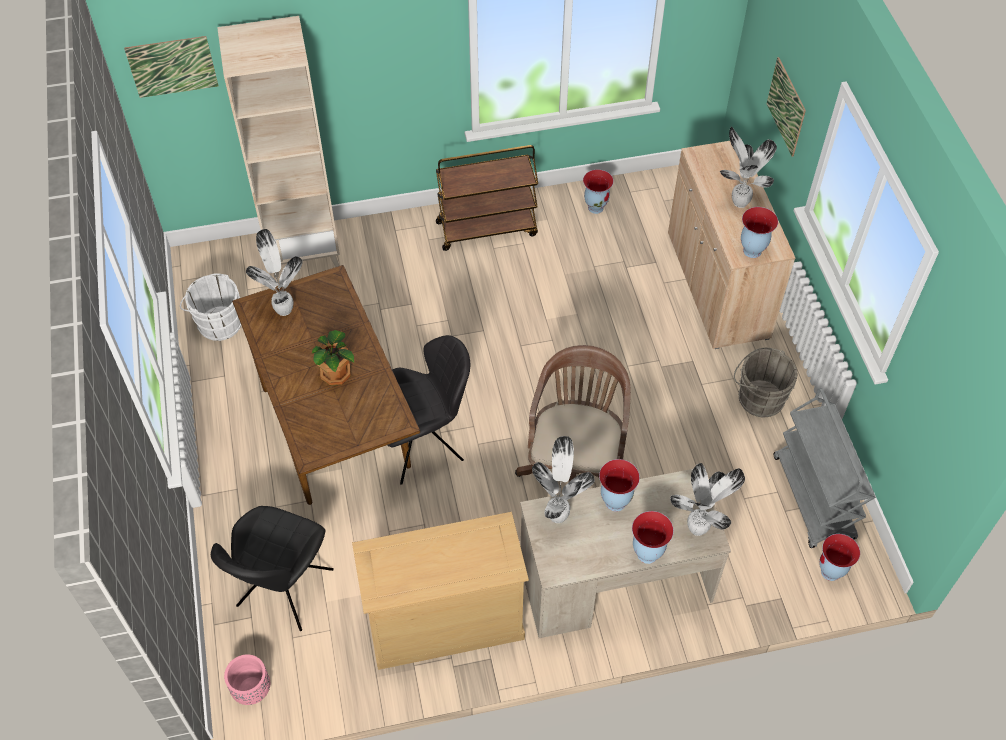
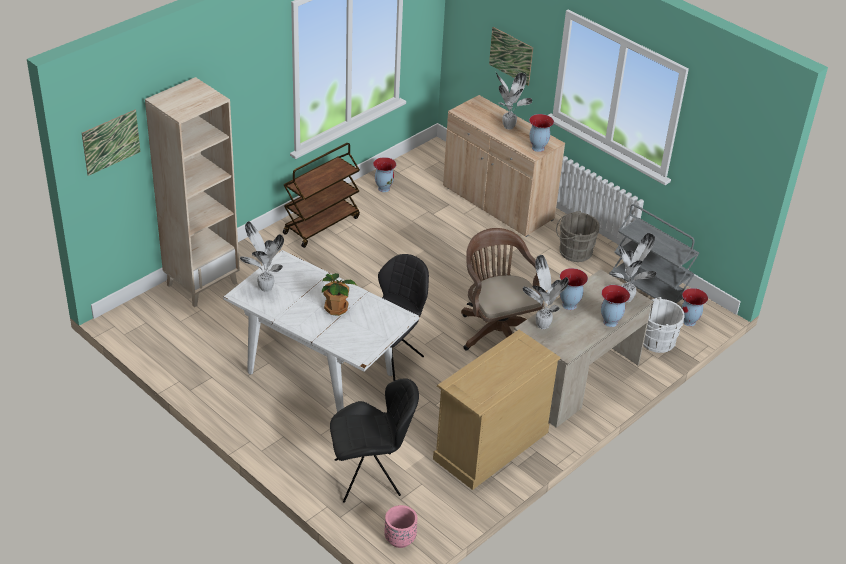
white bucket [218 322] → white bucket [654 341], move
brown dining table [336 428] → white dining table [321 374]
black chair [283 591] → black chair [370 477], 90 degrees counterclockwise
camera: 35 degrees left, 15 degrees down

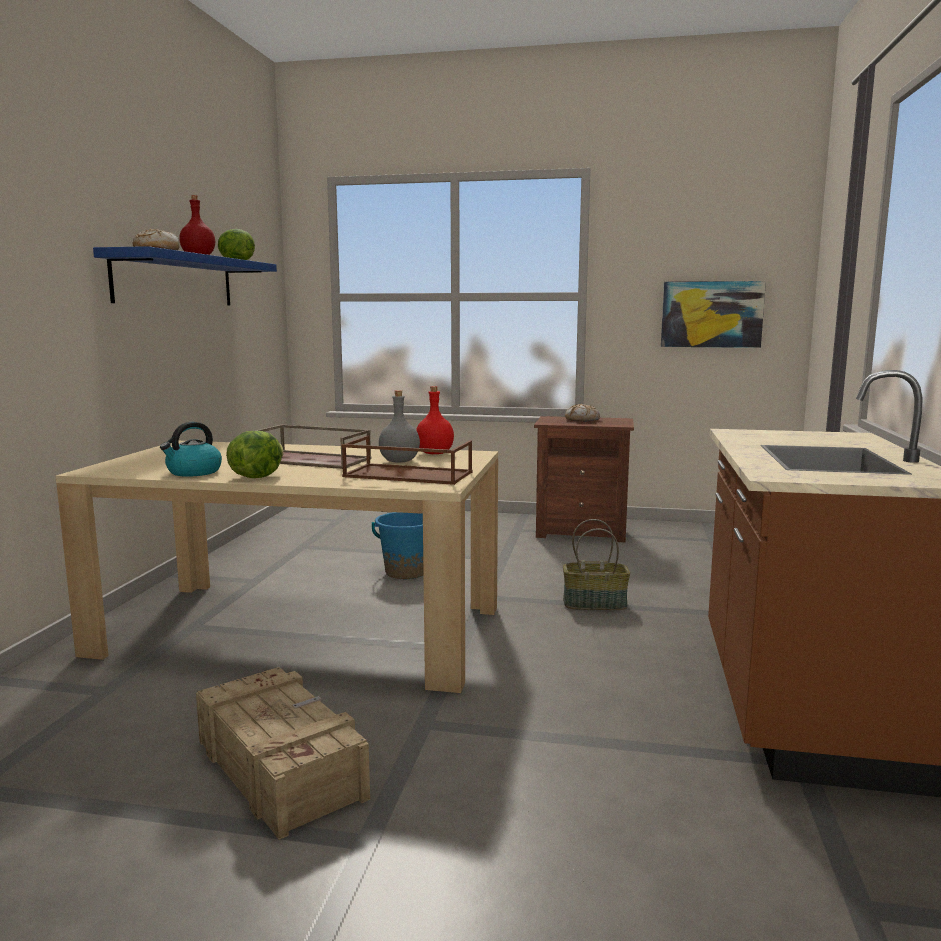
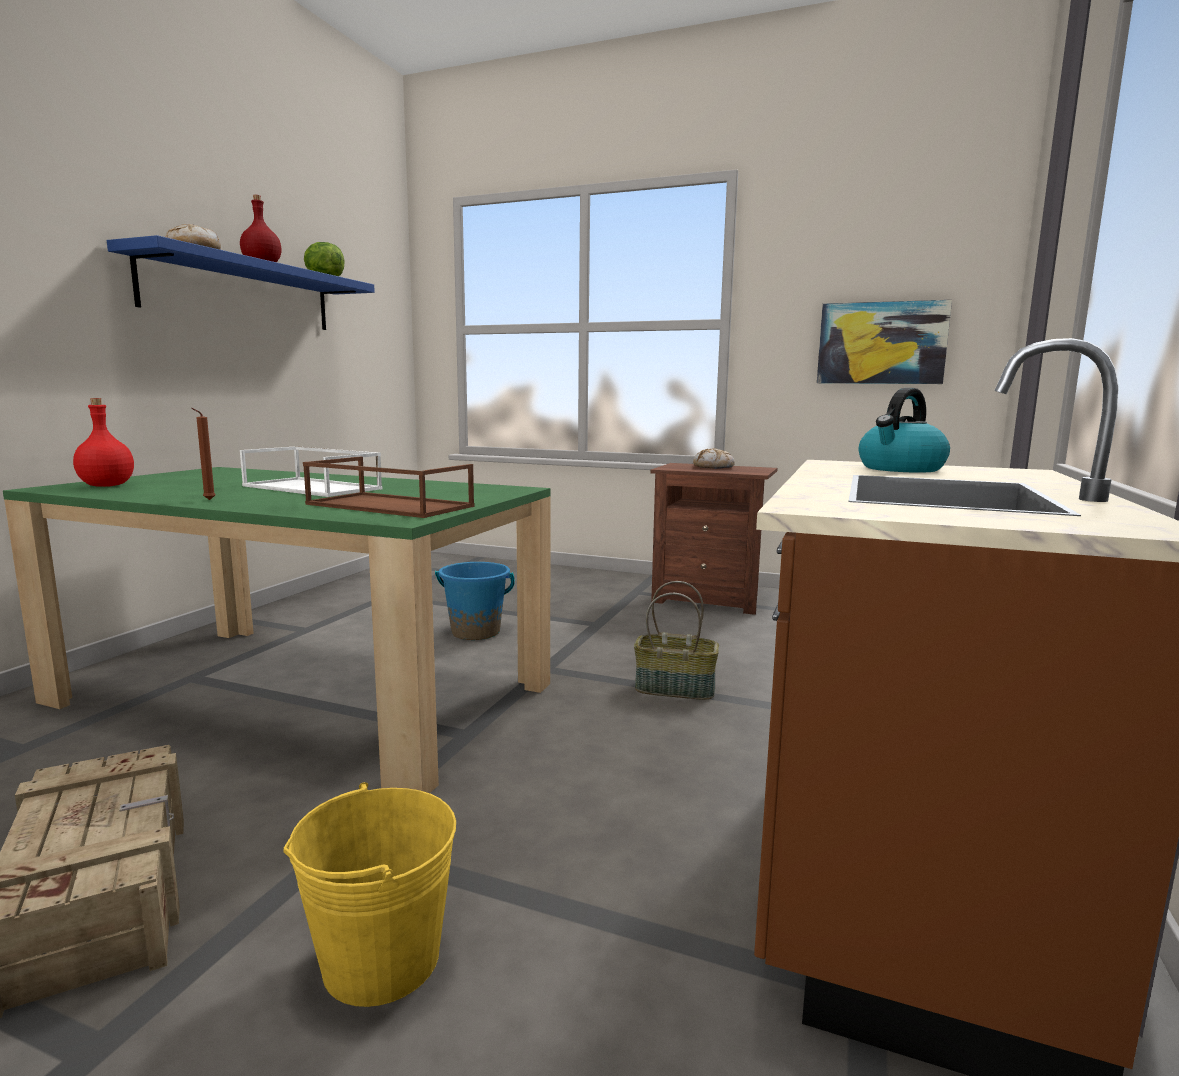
grey bottle [400 461] → -
- → yellow bucket [381 959]
kettle [193 472] → kettle [900 469], move
red bottle [434 453] → red bottle [106 486], move
lettuce [256 477] → brown candle [207 500]
beige dining table [302 630] → green dining table [304 692]
brown tray [313 460] → white tray [314 487]
camera: 10 degrees right, 0 degrees up

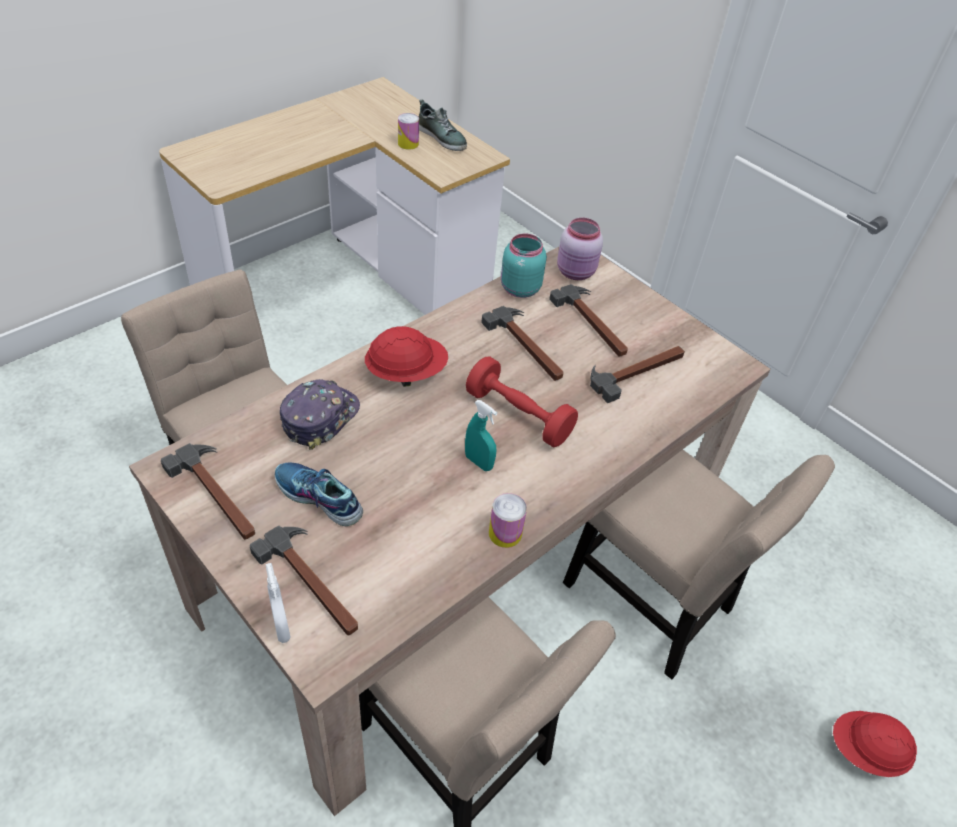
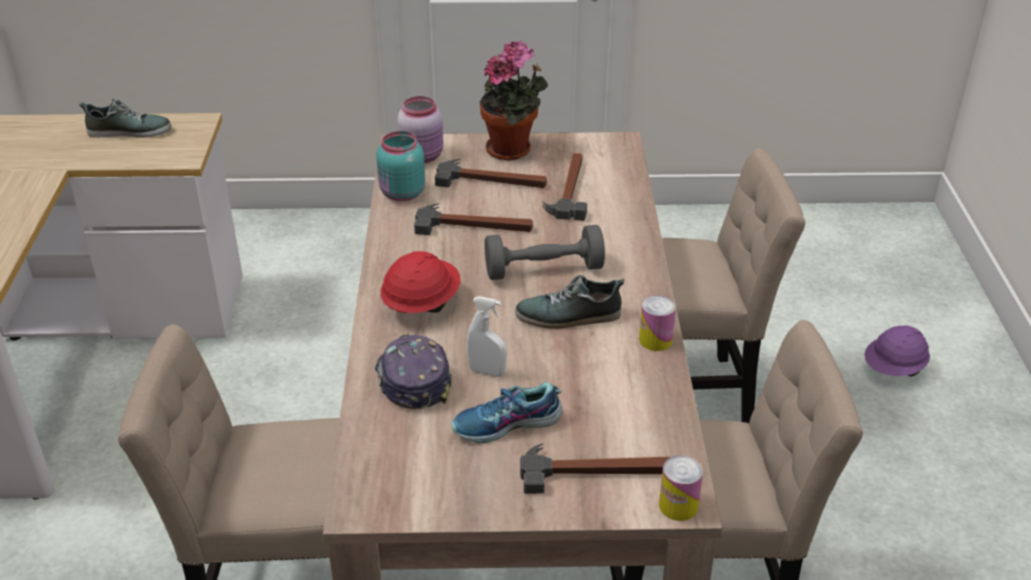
hammer [217 494] → -
- → potted plant [512 150]
white spray bottle [281 627] → white spray bottle [487 372], move
can [408 144] → can [678 506], move
turquoise spray bottle [478 462] → shoe [569 316]
red dumbbell [518 415] → grey dumbbell [543 270]
red hard hat [865 751] → purple hard hat [893 369]
camera: 45 degrees left, 10 degrees down

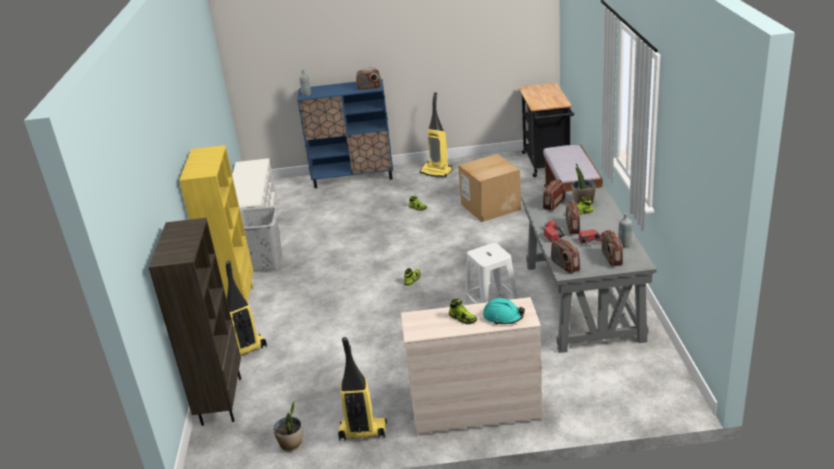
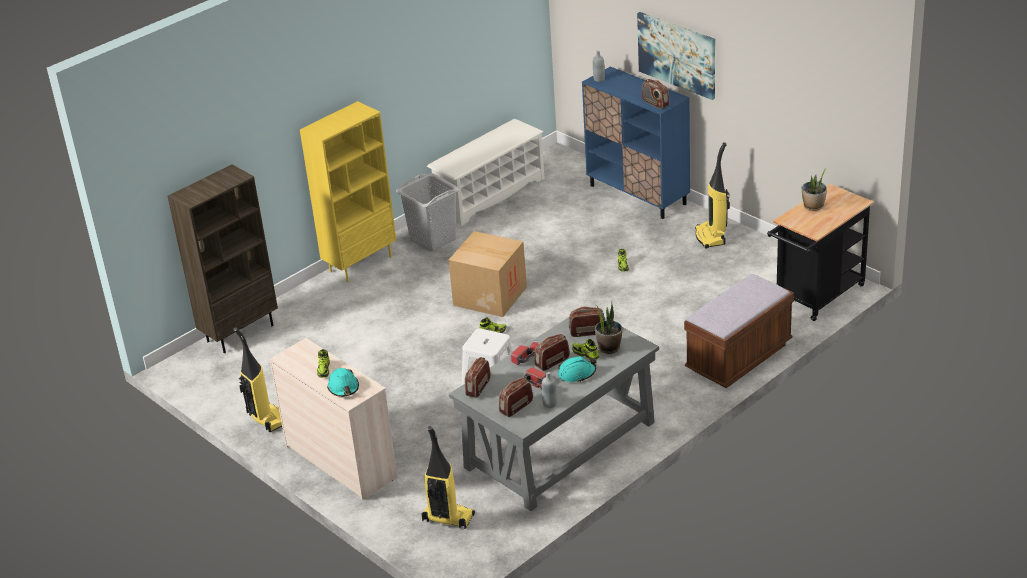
- → turquoise hard hat [577 374]
- → picture [677 54]
vacuum cleaner [245 350] → vacuum cleaner [447 518], move
potted plant [291 444] → potted plant [813 206], move
cardboard box [490 207] → cardboard box [490 296], move
camera: 50 degrees right, 5 degrees up

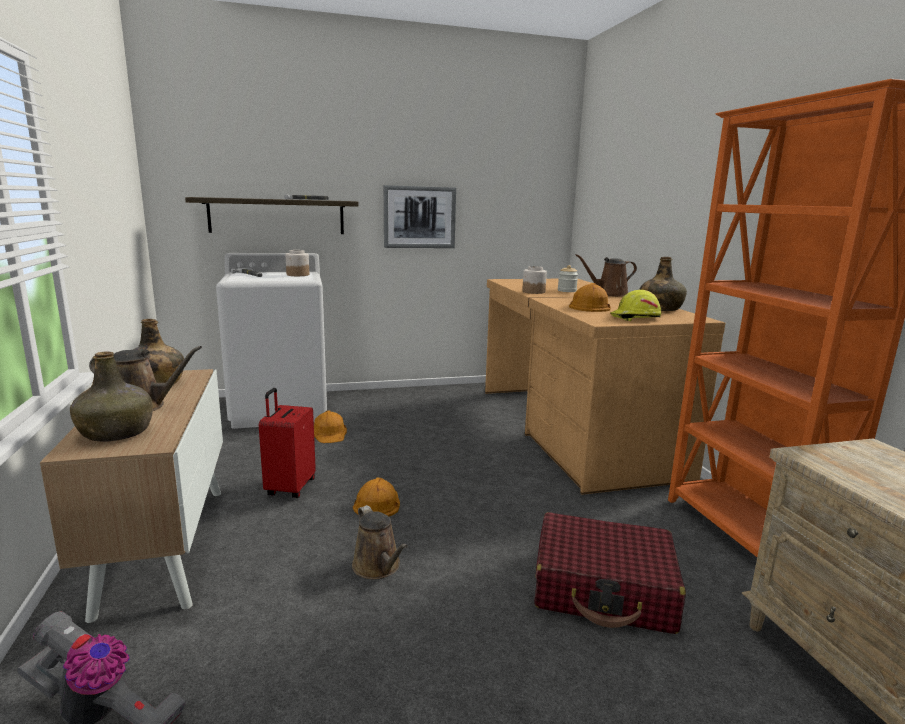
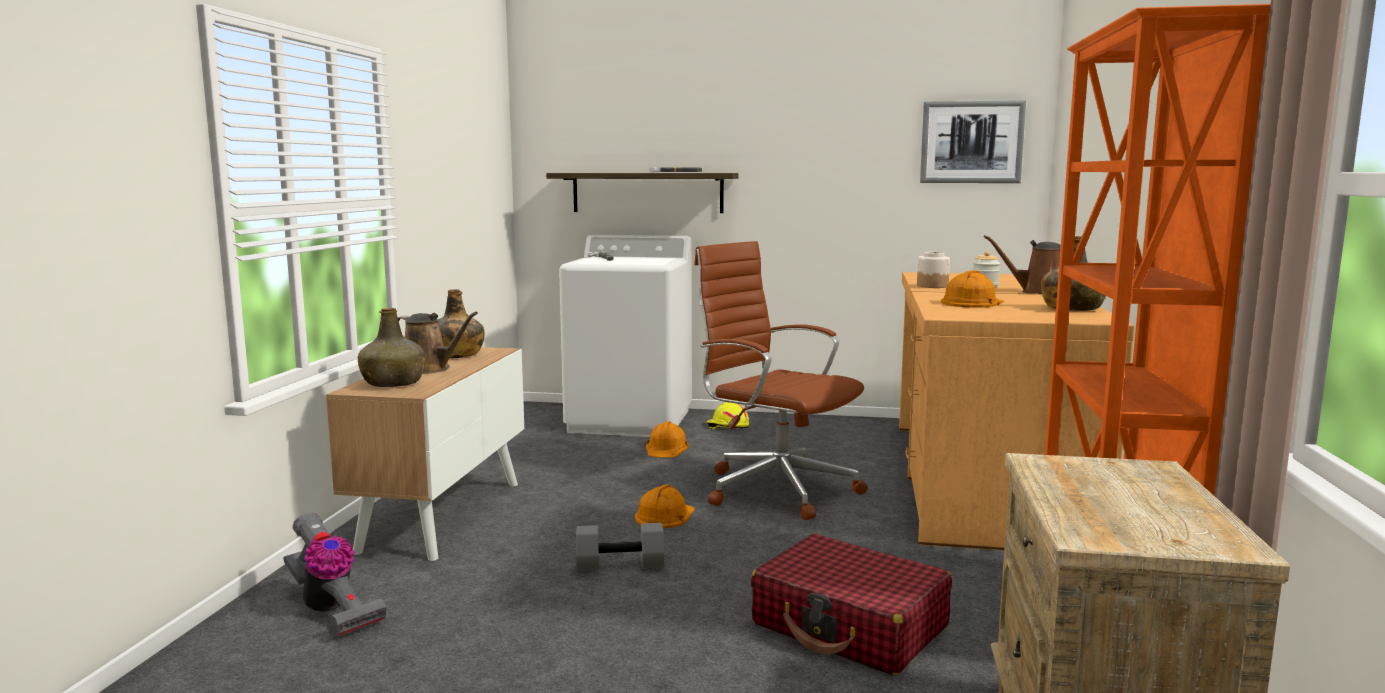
red suitcase [289 488] → -
jar [297 275] → -
- → brown office chair [776 489]
picture [419 217] → picture [971 142], move
yellow hard hat [635 318] → yellow hard hat [727 427], move
brown watering can [378 567] → grey dumbbell [621 564]
camera: 25 degrees right, 5 degrees down

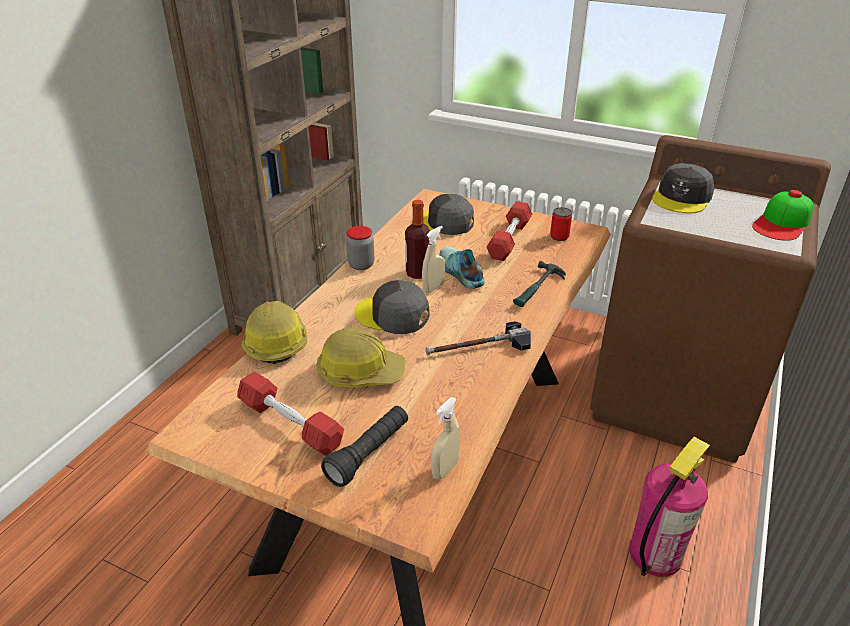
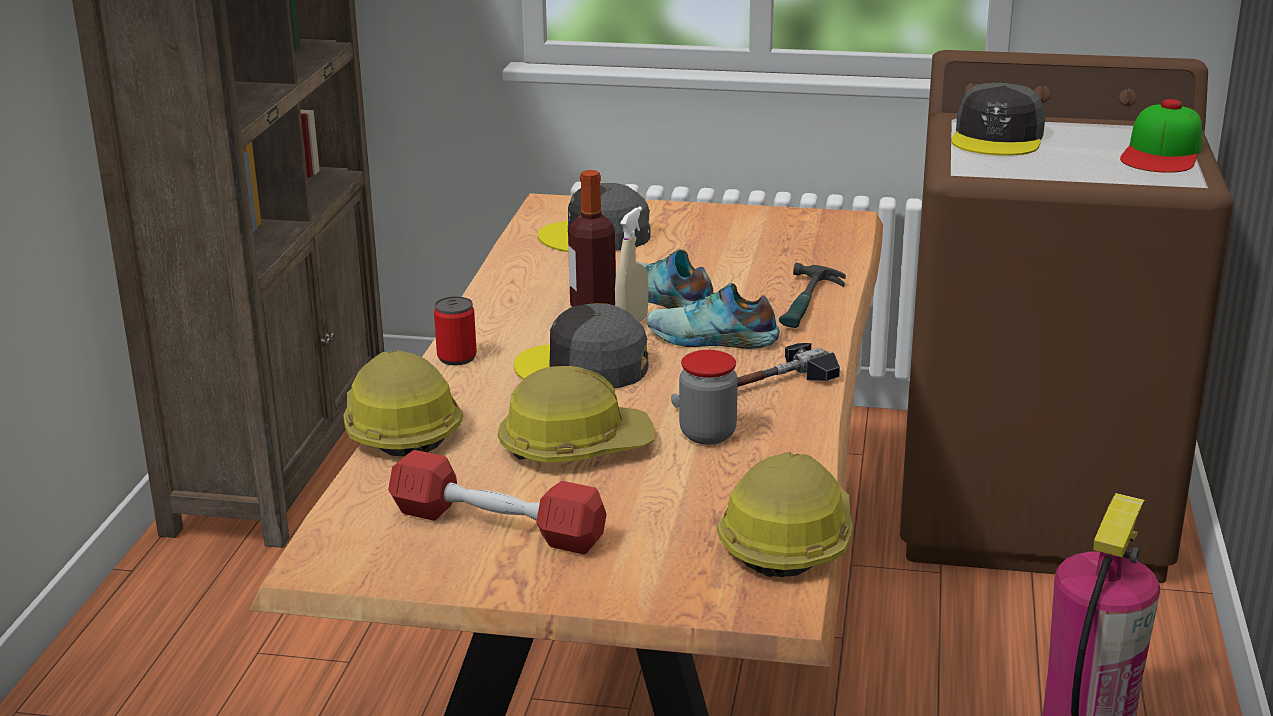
black flashlight [369 453] → -
red dumbbell [509 240] → -
- → shoe [712 338]
jar [361 265] → jar [707 434], move
can [559 236] → can [457 357], move
beige spray bottle [445 469] → hard hat [788 539]
camera: 15 degrees left, 10 degrees down

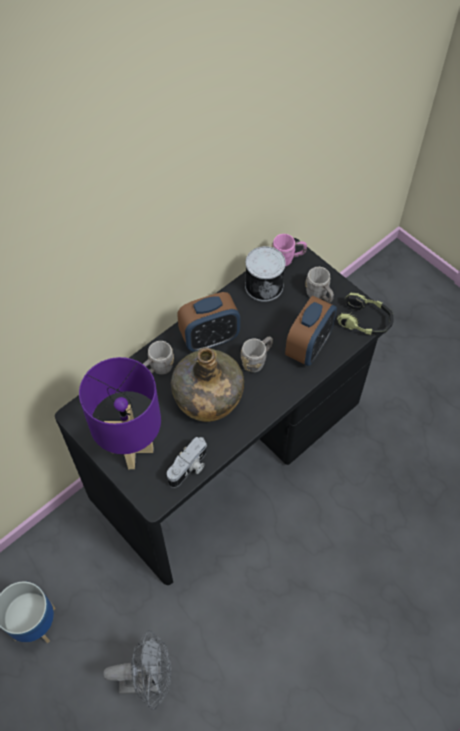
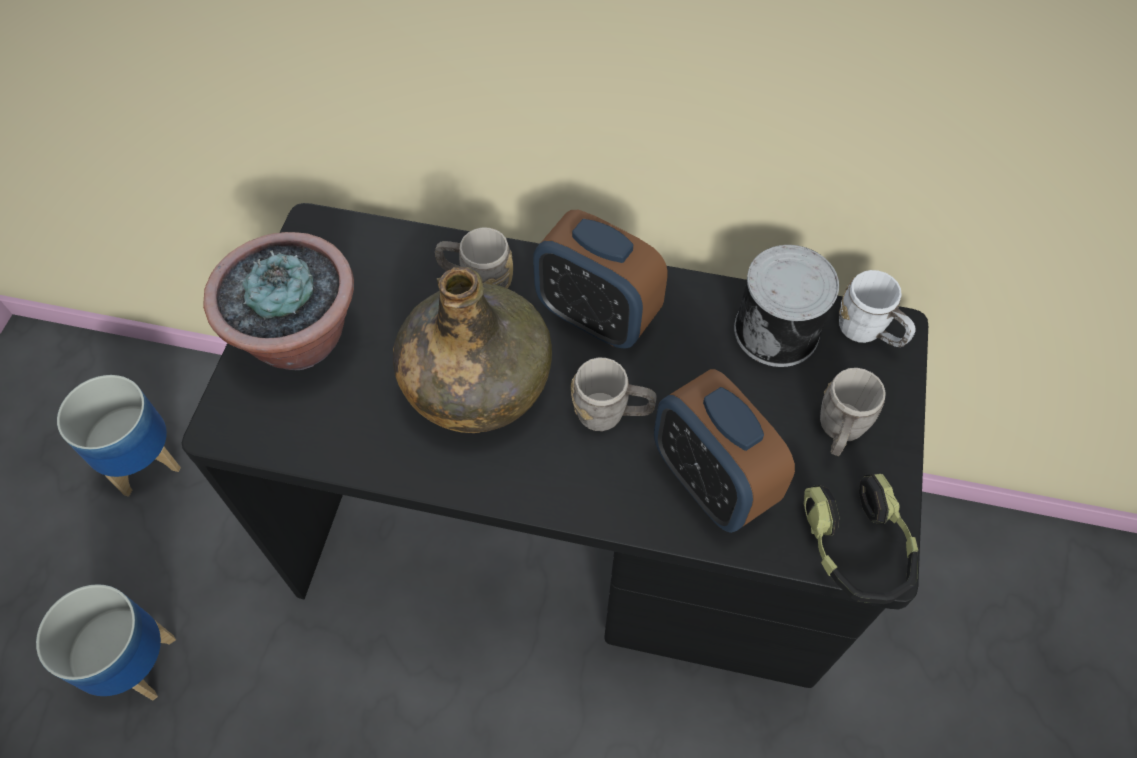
photo camera [189 468] → -
purple table lamp [131 450] → potted plant [299 338]
grey fan [147 679] → planter [136 662]
pink mug [287 259] → white mug [868 332]
alarm clock [308 347] → alarm clock [711 481], 60 degrees clockwise
camera: 55 degrees right, 0 degrees up

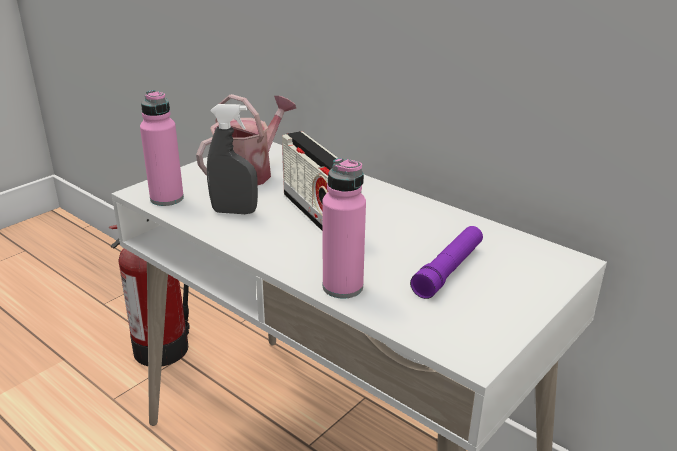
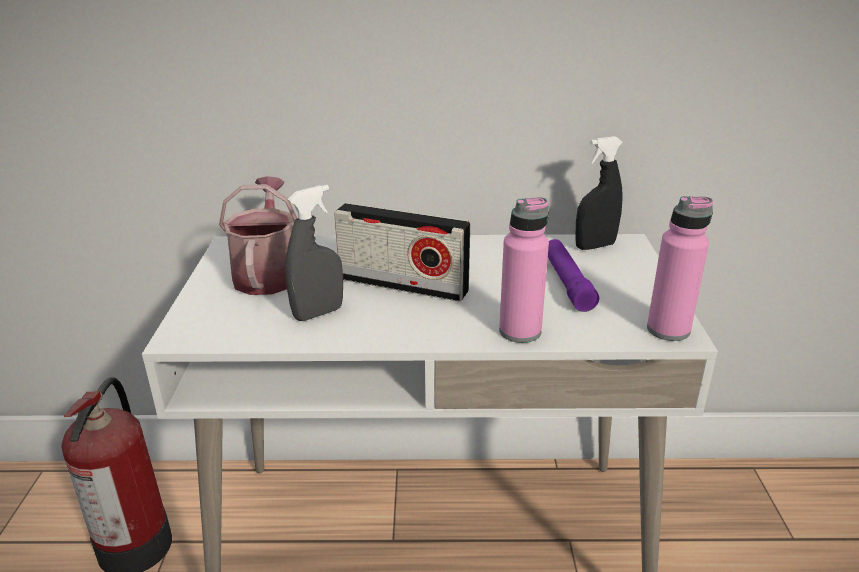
- → black spray bottle [595 246]
pink bottle [167 198] → pink bottle [668 330], move
camera: 40 degrees left, 0 degrees up

